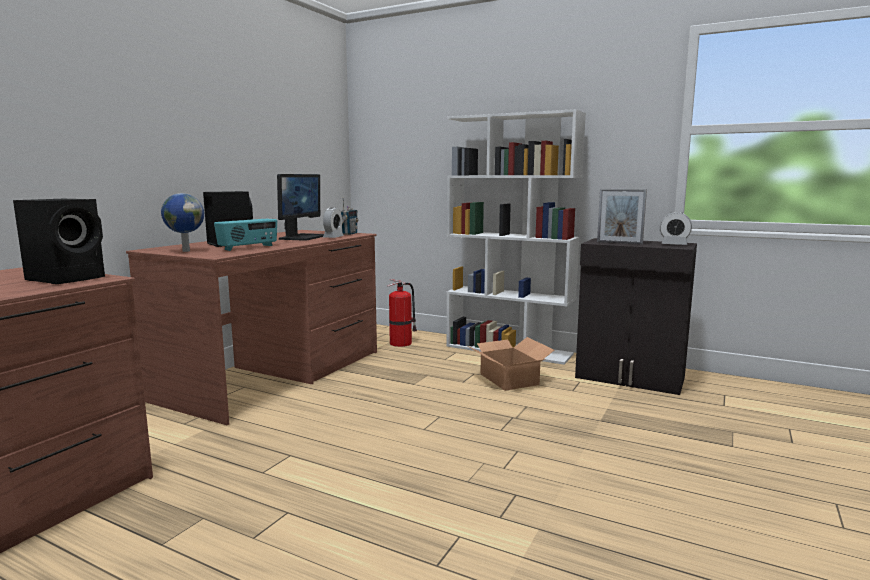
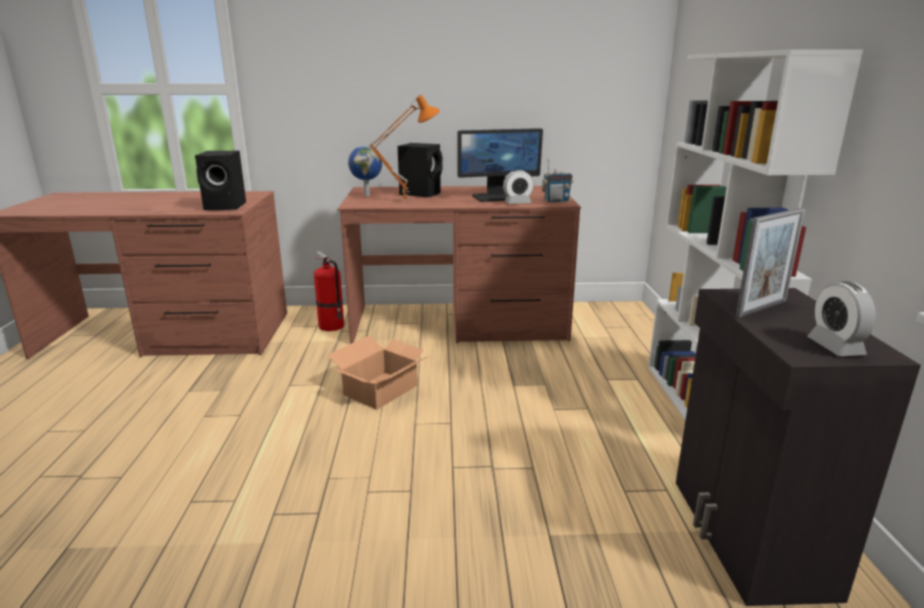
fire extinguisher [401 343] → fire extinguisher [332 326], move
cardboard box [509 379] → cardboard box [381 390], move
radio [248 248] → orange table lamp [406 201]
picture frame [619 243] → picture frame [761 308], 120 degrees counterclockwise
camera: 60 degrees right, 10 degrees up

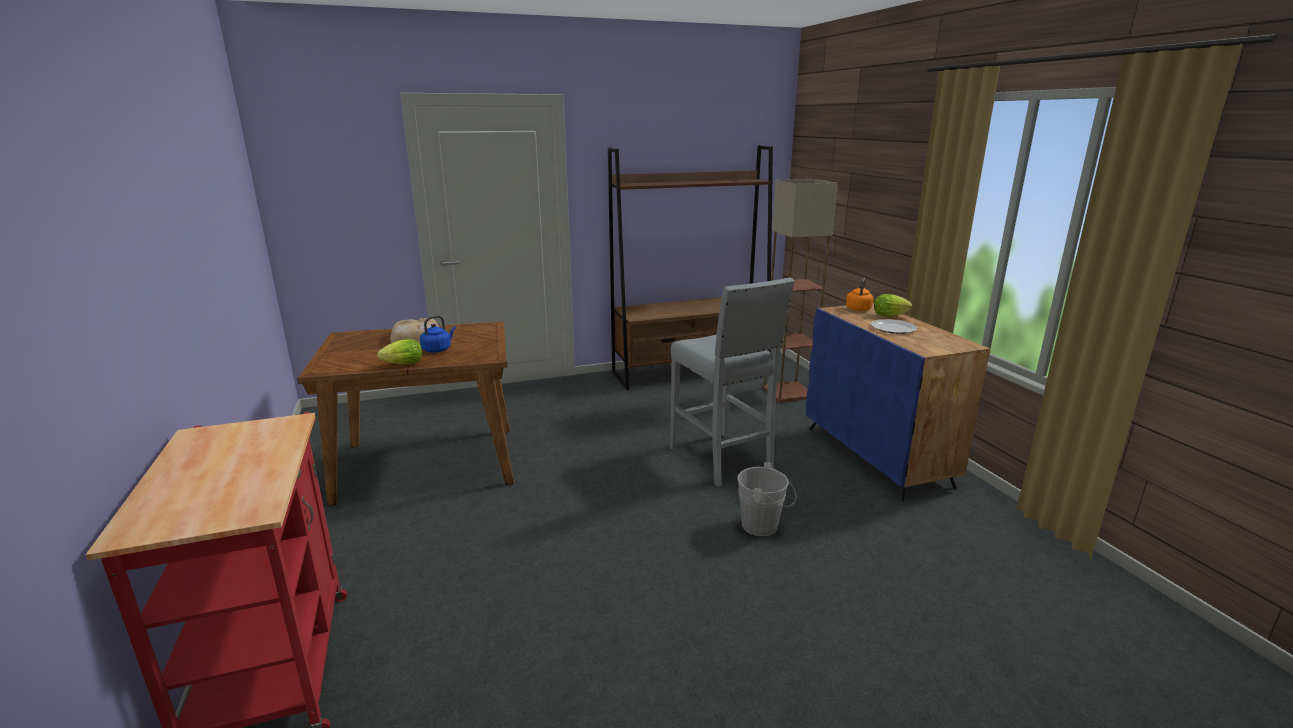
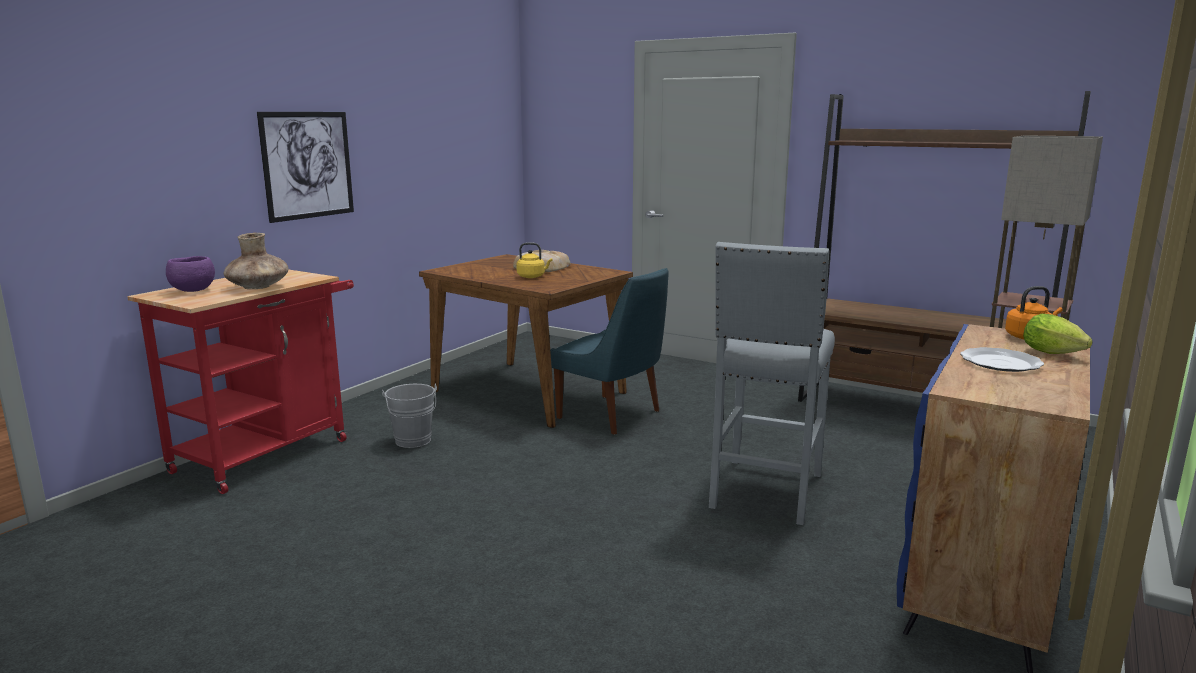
lettuce [401 365] → -
- → purple bowl [193 291]
- → brown vase [258 287]
- → picture [308 165]
- → blue chair [612 415]
grey bucket [763 526] → grey bucket [413 442], move
blue kettle [438 349] → yellow kettle [532 276]
camera: 50 degrees right, 5 degrees down

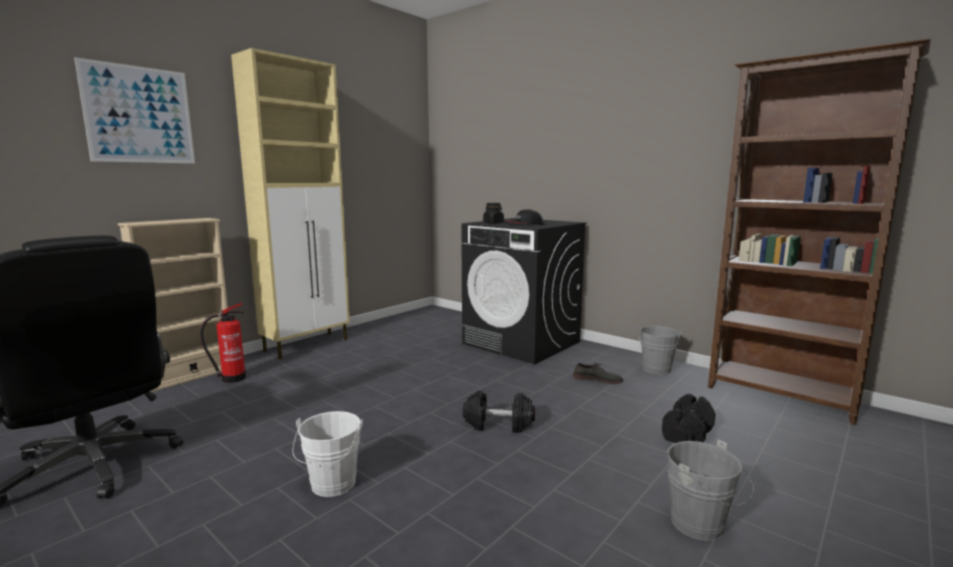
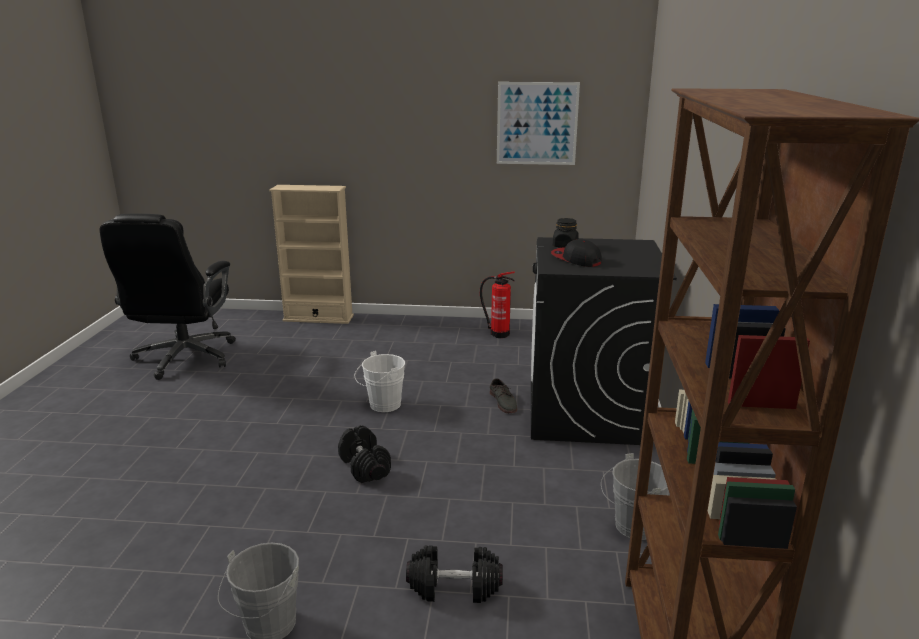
beige cabinet [308 345] → -
picture [139 115] → picture [537 123], move
fire extinguisher [231 379] → fire extinguisher [498 334], move
white bucket [332 486] → white bucket [382 405], move
grey shoe [597 379] → grey shoe [503 402], move
camera: 55 degrees right, 10 degrees up

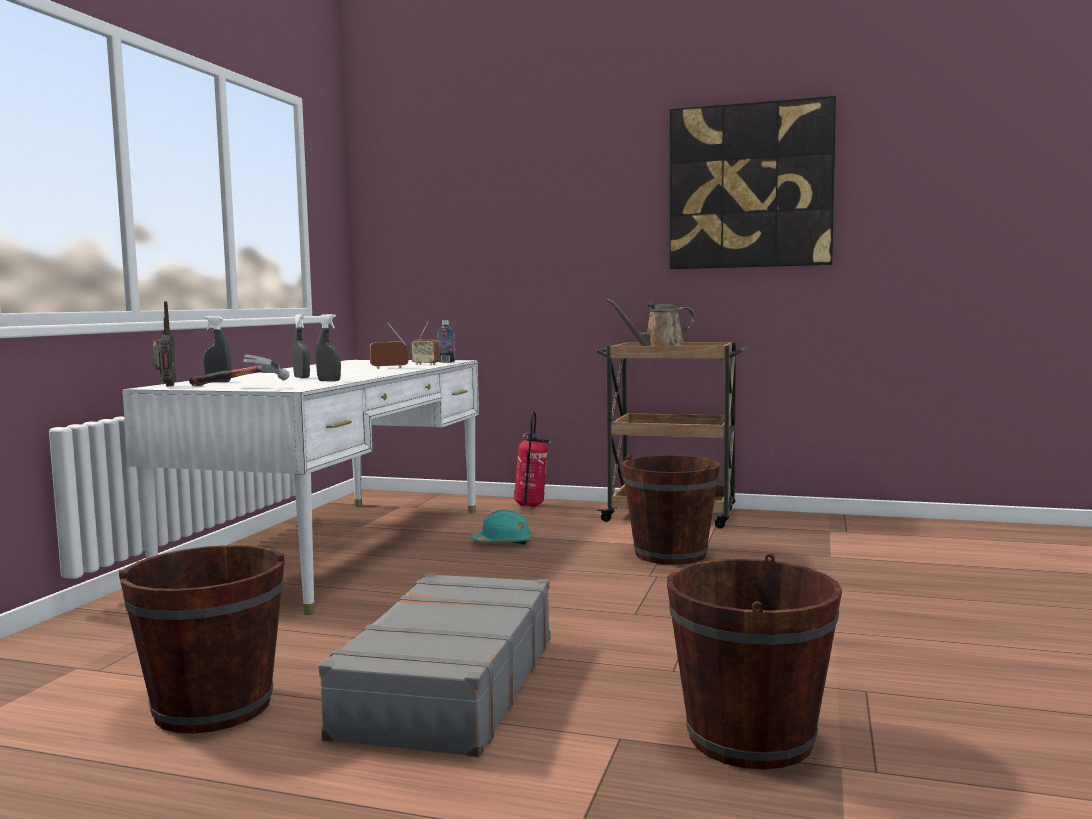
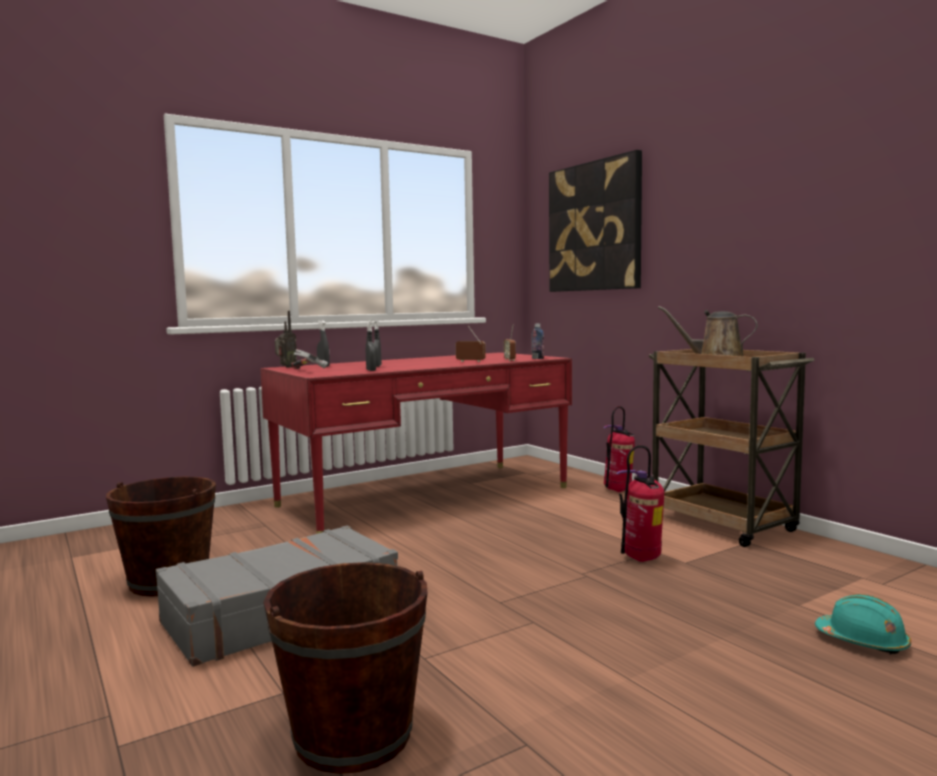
turquoise hard hat [503 543] → turquoise hard hat [862 641], move
picture [750 186] → picture [594 227], move
brown bucket [670 554] → fire extinguisher [641 559]
white desk [338 548] → red desk [425 496]
camera: 40 degrees right, 0 degrees up

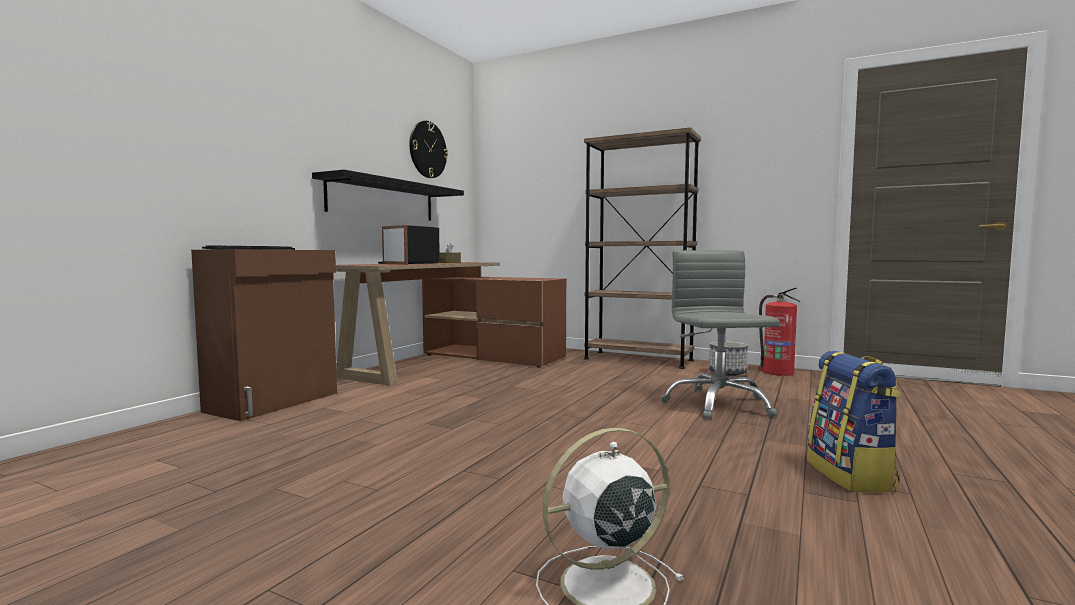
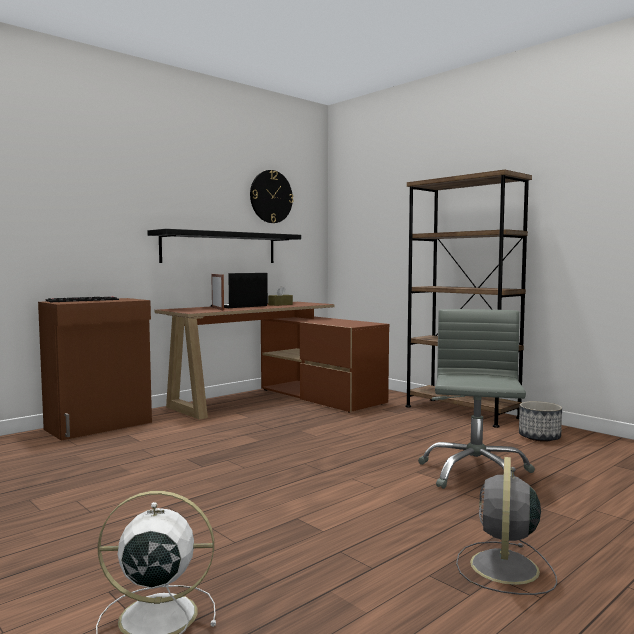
fire extinguisher [777 372] → -
backpack [851 475] → grey fan [504 568]
camera: 20 degrees right, 0 degrees up

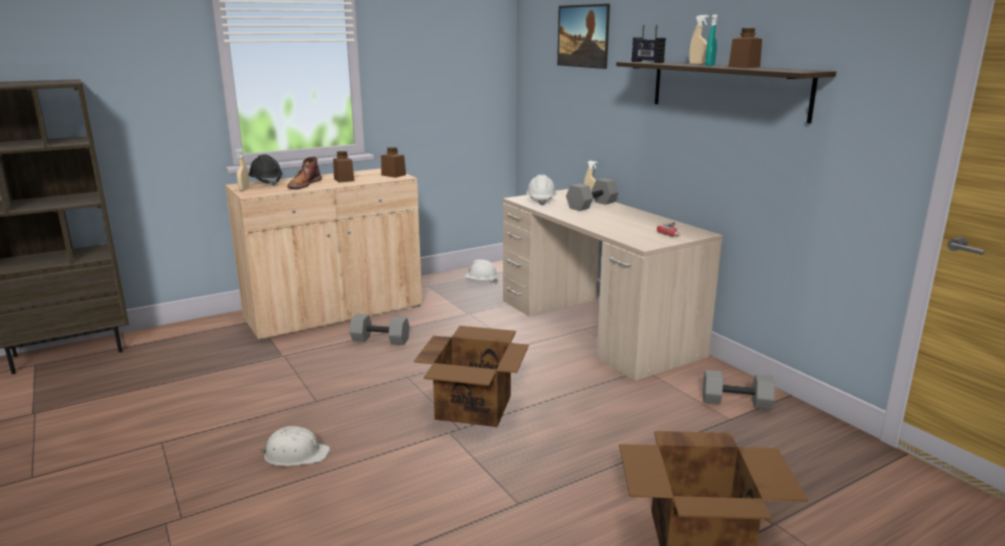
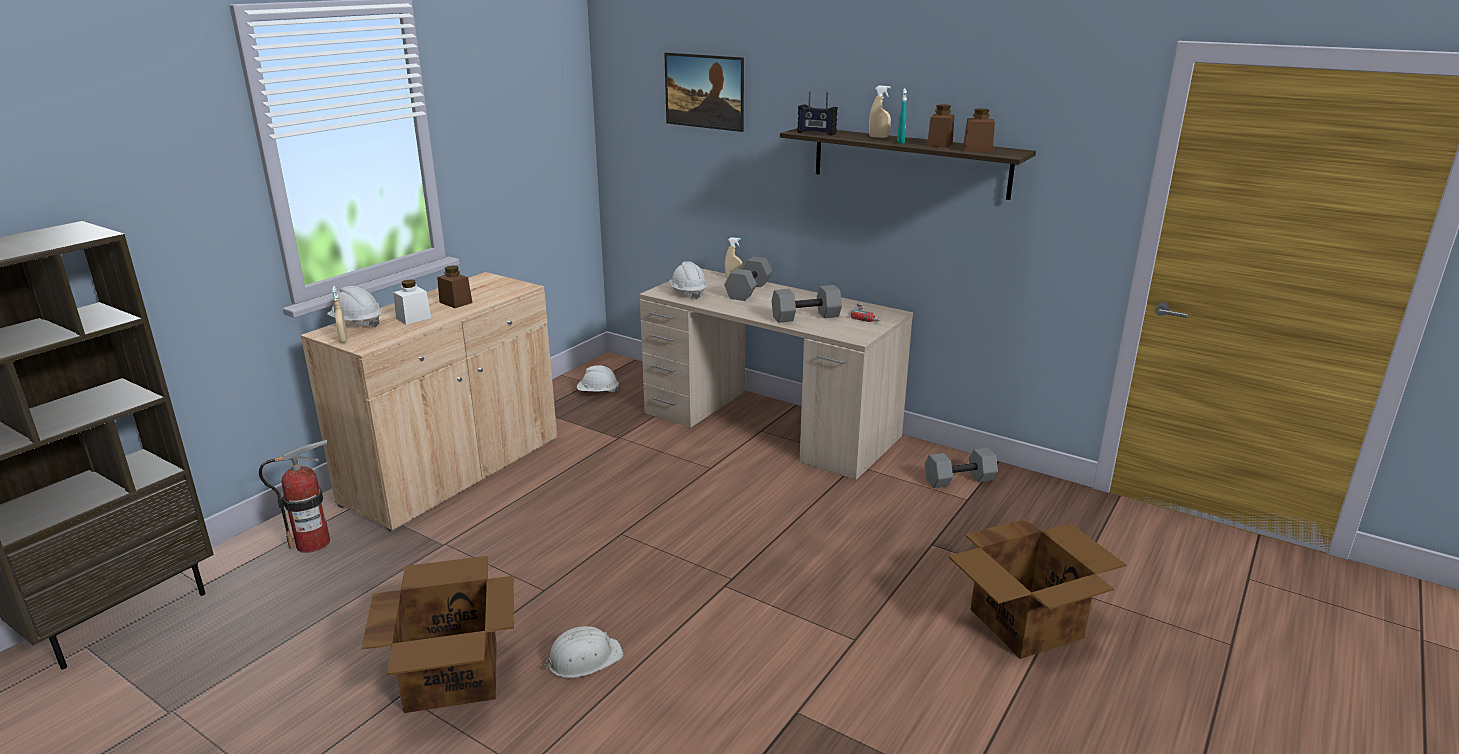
- → fire extinguisher [313 543]
grey dumbbell [379 340] → grey dumbbell [805 317], move
brown jar [393 175] → brown jar [977 149], move
cardboard box [474 406] → cardboard box [453 675], move
brown boot [304 184] → white jar [413 318]
black hard hat [266 183] → white hard hat [356 323]
camera: 25 degrees left, 5 degrees up

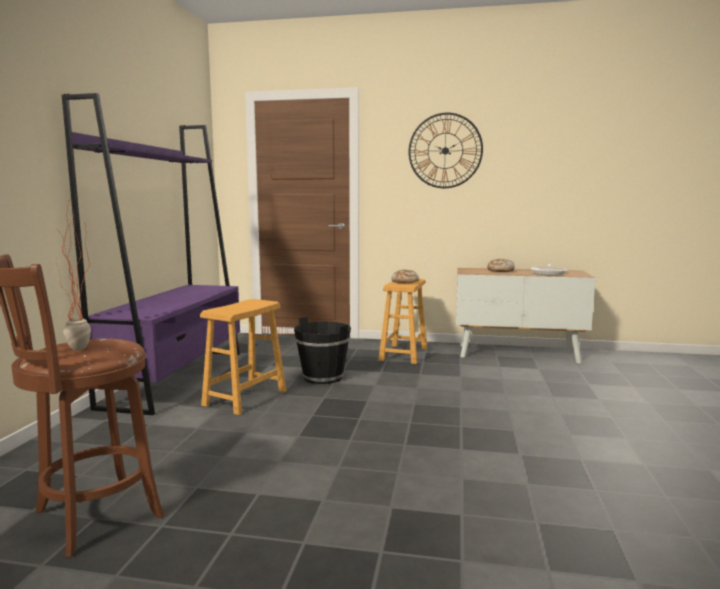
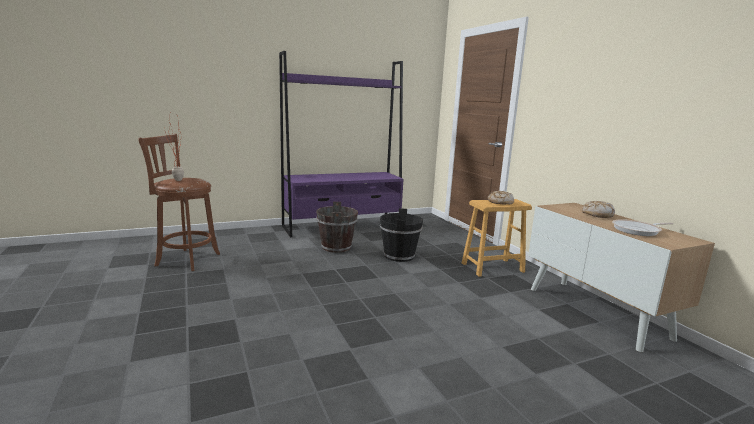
wall clock [445 151] → -
brown stool [245 398] → brown bucket [336 247]
camera: 55 degrees right, 5 degrees up

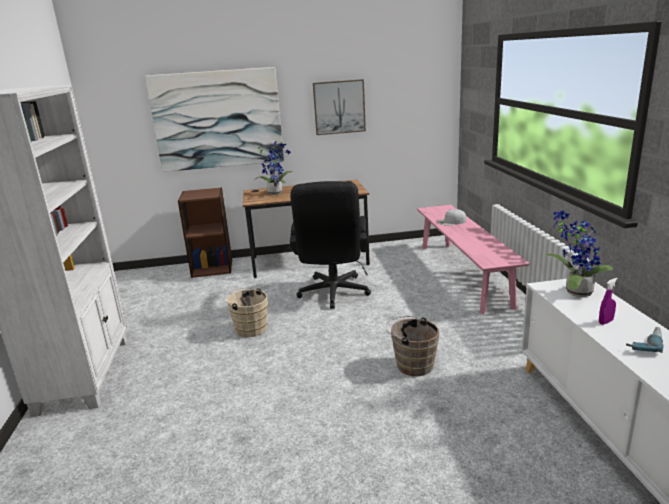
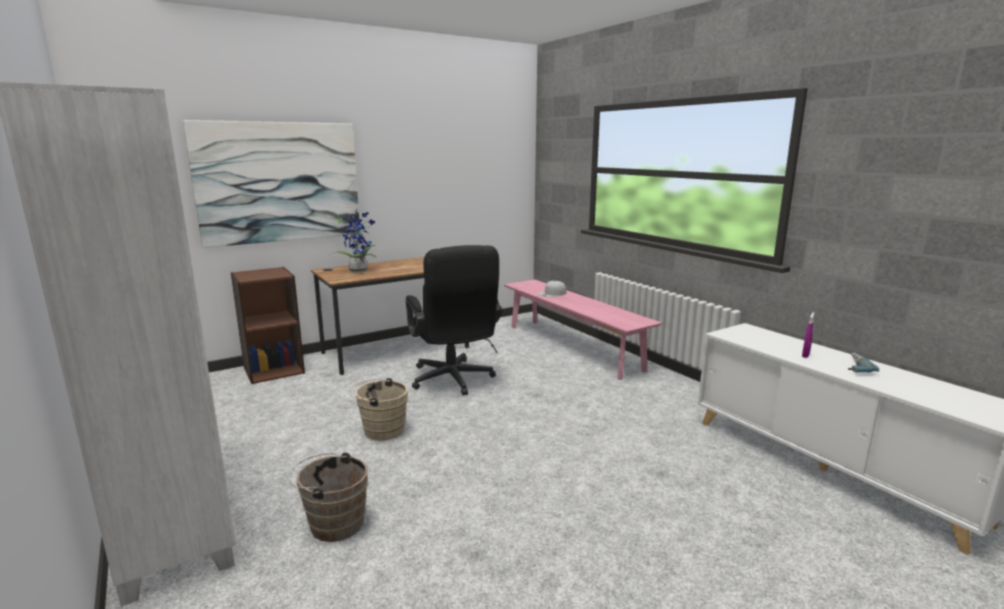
picture [339 107] → -
potted plant [575 292] → -
brown bucket [412 364] → brown bucket [333 523], move
camera: 25 degrees left, 5 degrees down

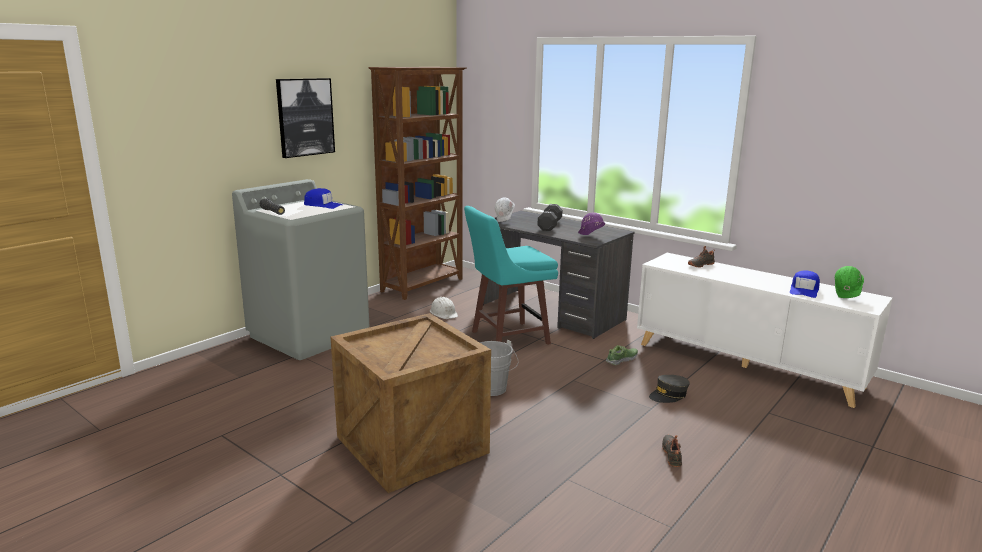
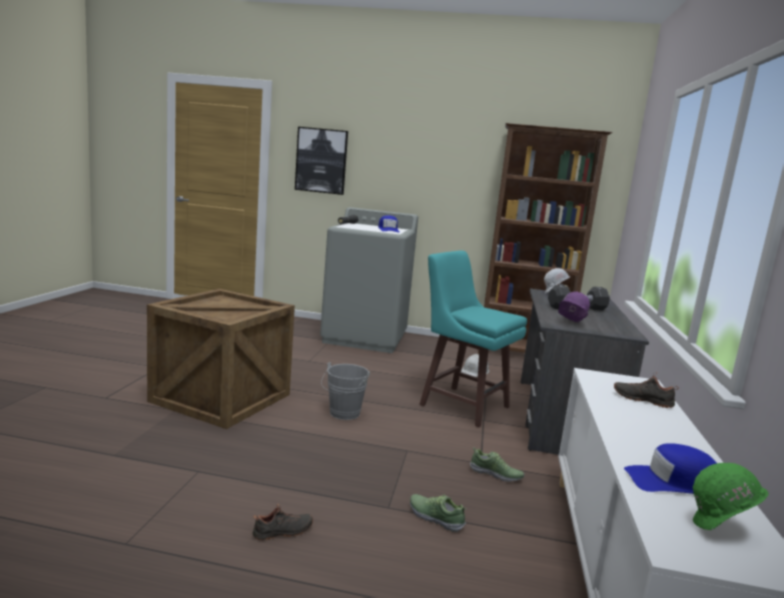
picture [305 117] → picture [321 161], move
grey cap [668 395] → shoe [435 517]
camera: 60 degrees right, 5 degrees down

